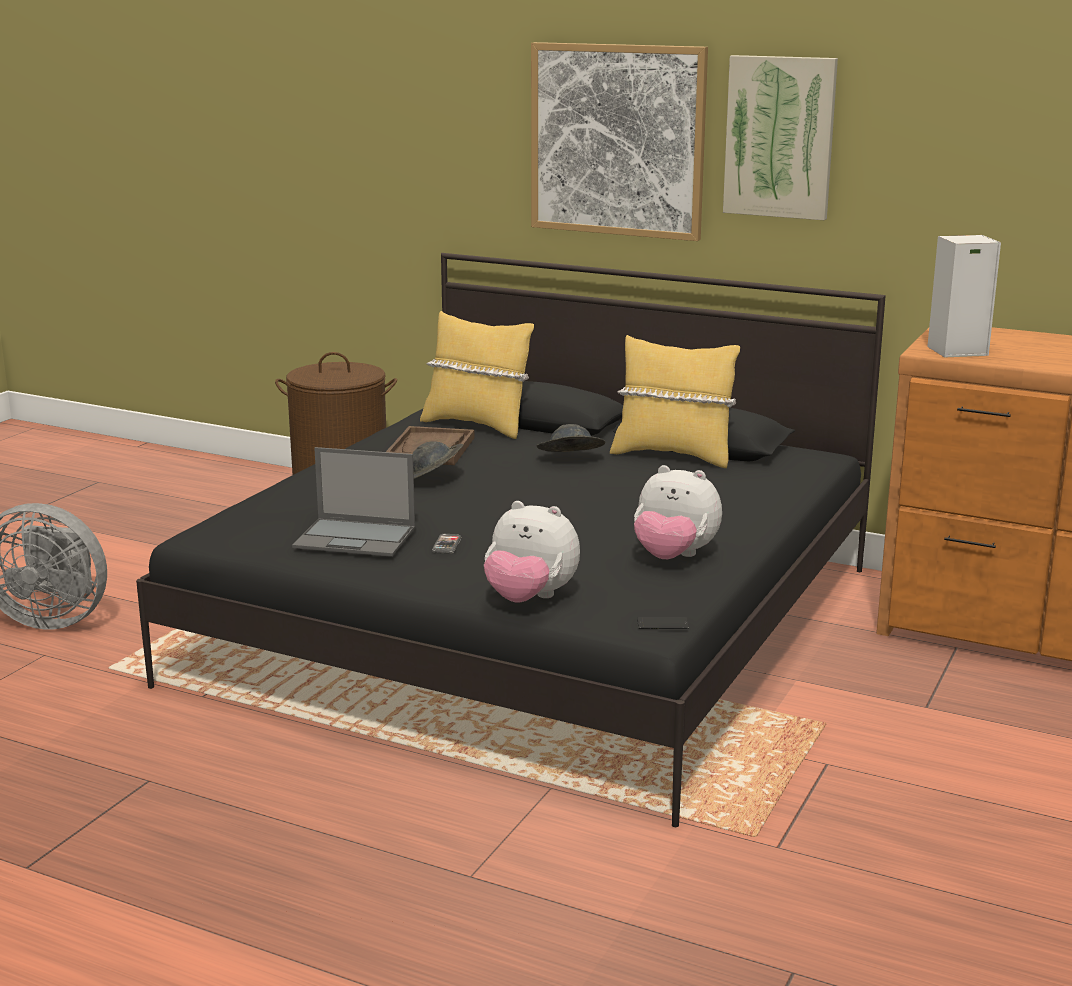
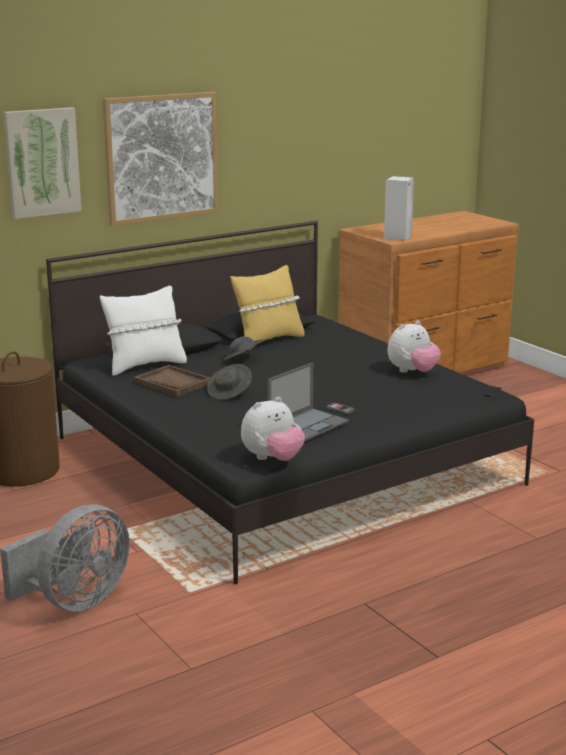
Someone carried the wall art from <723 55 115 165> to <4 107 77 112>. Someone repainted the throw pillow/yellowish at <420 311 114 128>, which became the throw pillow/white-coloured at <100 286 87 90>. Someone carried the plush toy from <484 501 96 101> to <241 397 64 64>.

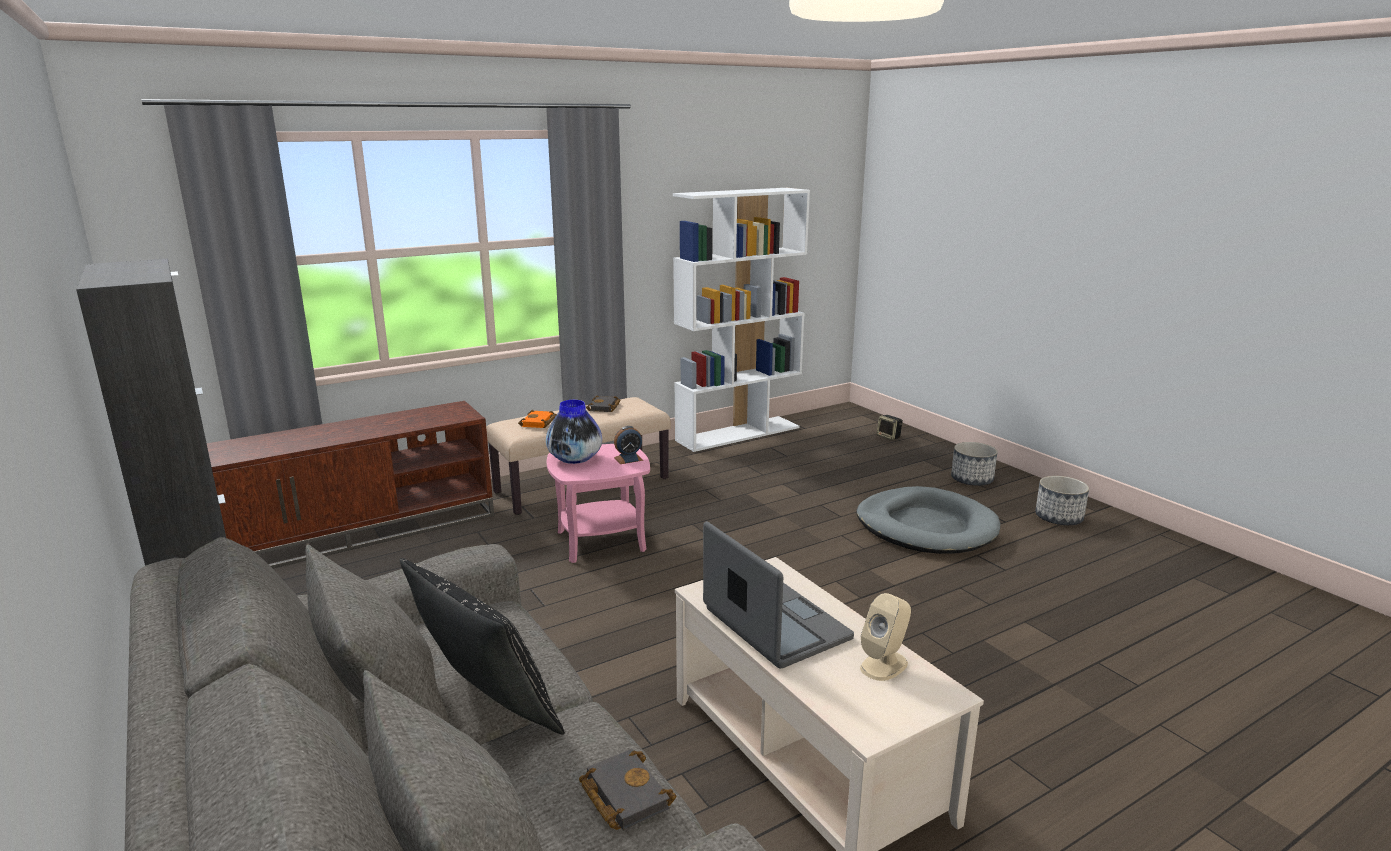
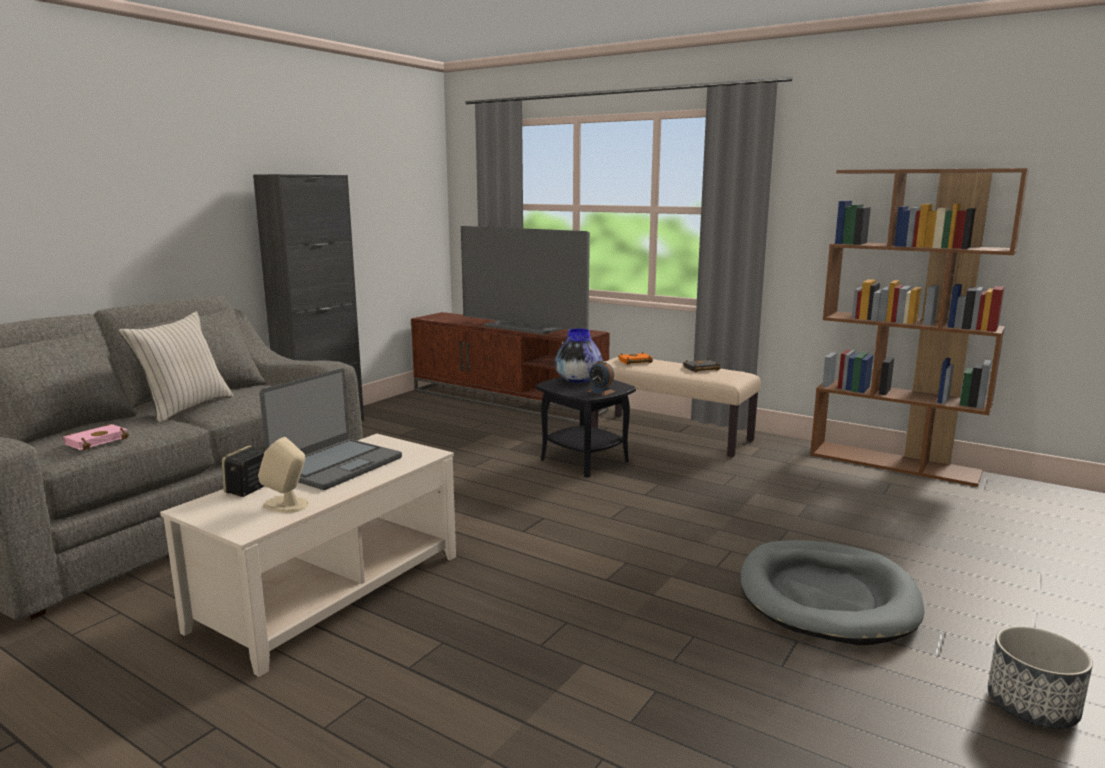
Someone repainted the book/black at <579 749 97 81>, which became the book/pink at <63 423 66 27>. Someone repainted the throw pillow/black at <400 558 165 177>, which became the throw pillow/sand-coloured at <118 311 115 112>. Someone carried the loudspeaker from <877 415 26 25> to <222 445 43 52>. Someone put down the TV set at <461 226 129 108>. Someone repainted the accent table/pink at <547 444 103 119>, which became the accent table/black at <536 377 100 101>. Someone repainted the shelving unit/white-coloured at <673 188 137 264>, which became the shelving unit/brownish at <810 168 219 319>. Someone took away the plant pot at <951 442 47 44>.

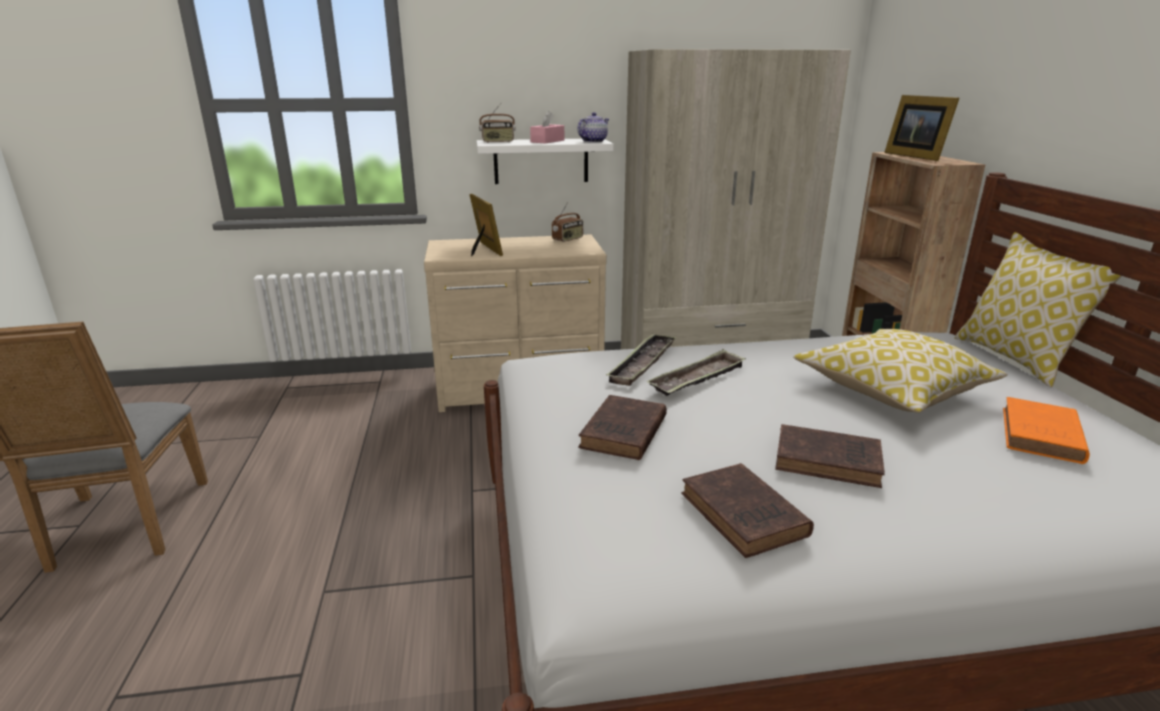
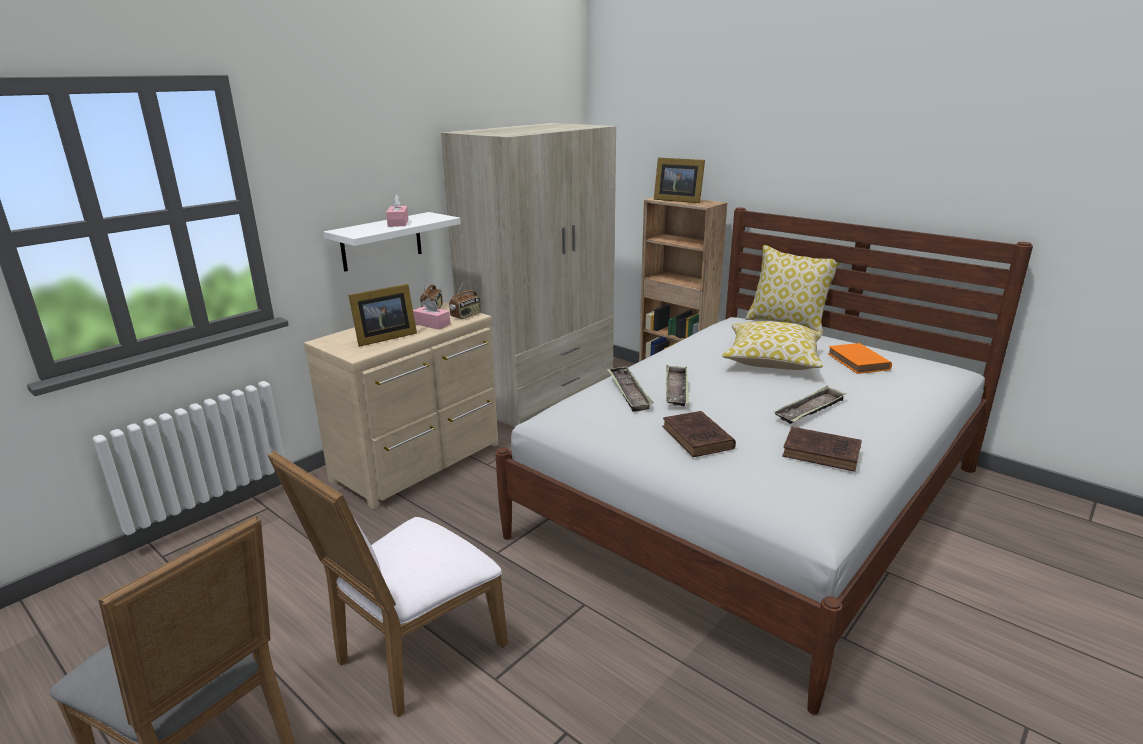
Someone put down the chair/white-coloured at <267 451 241 267>. Someone rotated the photo frame at <469 194 34 62> by 120 degrees clockwise. Someone put down the box of tissues/pink at <413 298 37 31>. Someone carried the radio from <479 102 37 41> to <449 281 32 38>. Someone swapped the book/brownish at <775 424 110 64> for the tray at <773 386 74 38>. Someone took away the tea pot at <577 112 32 31>.

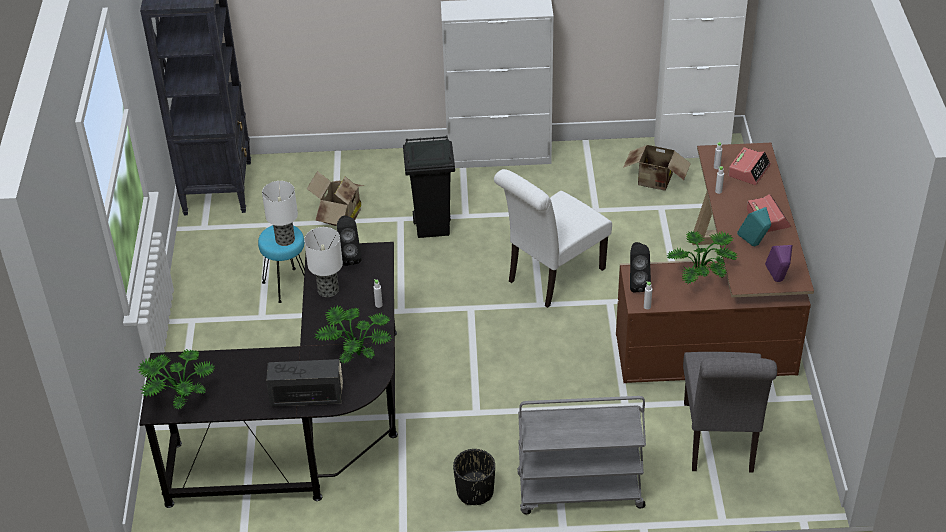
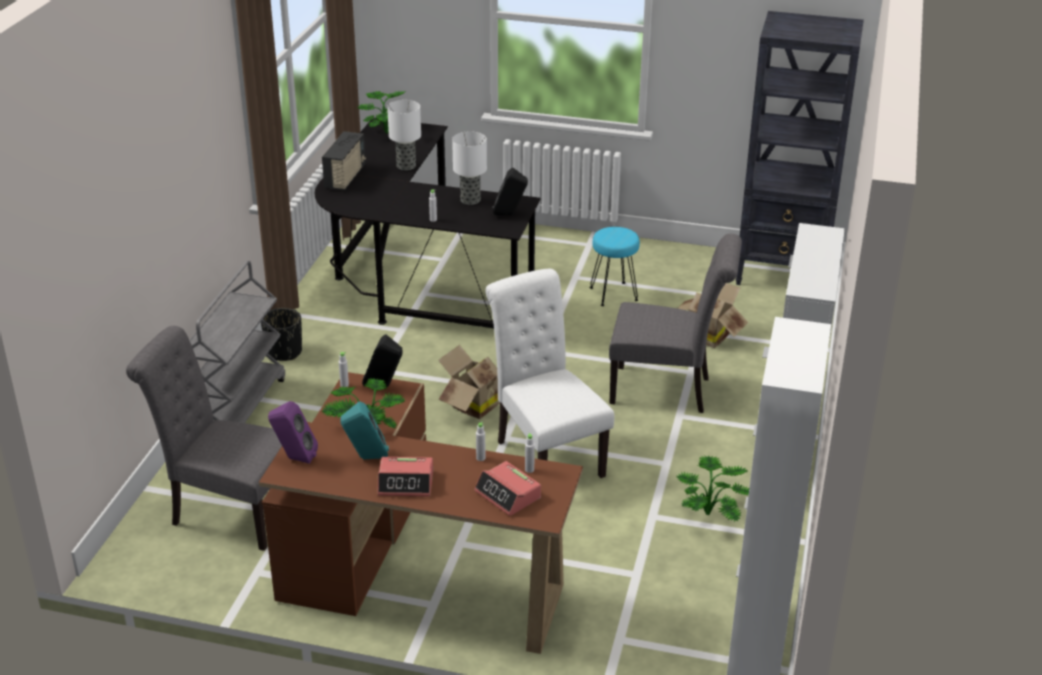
Someone carried the table lamp from <262 181 36 65> to <387 100 34 70>. Someone carried the carton from <623 144 68 47> to <438 345 62 74>. Someone swapped the rubbish bin/black at <403 136 52 102> for the chair/greyish at <609 234 133 179>. Someone carried the plant in a pot from <314 306 78 58> to <677 456 72 66>.

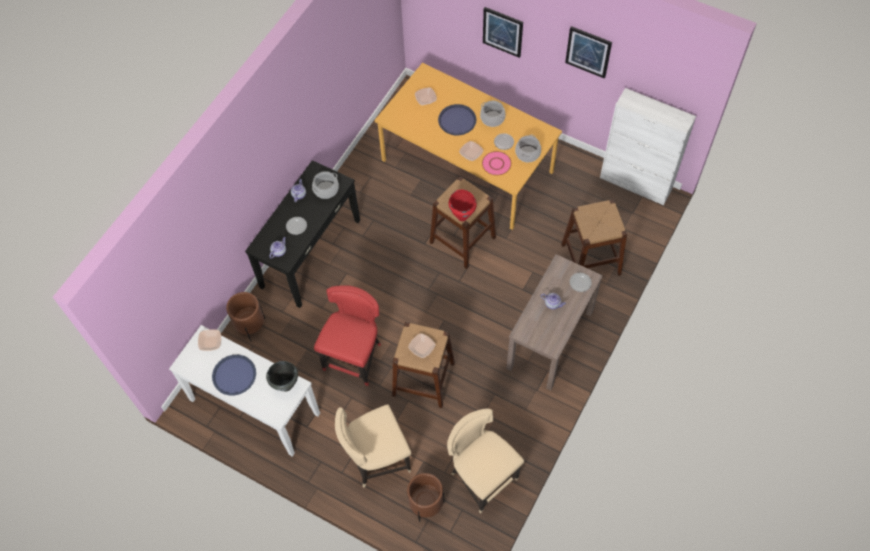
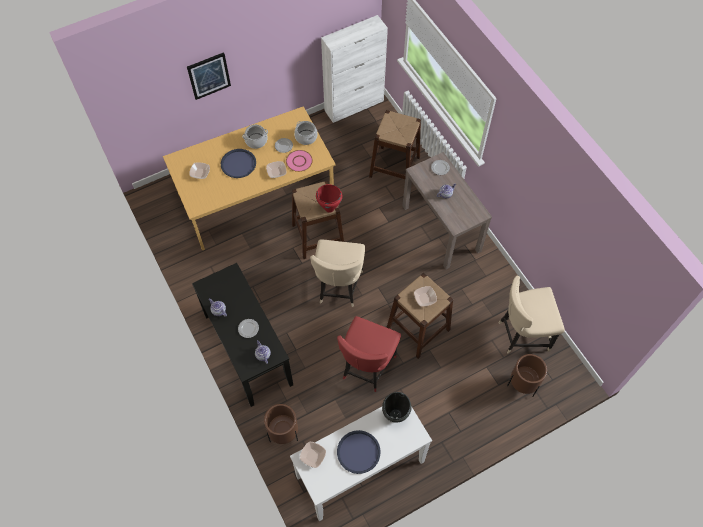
Someone carried the chair/sand-coloured from <335 404 76 84> to <310 239 55 68>. Someone rotated the chair/red-coloured at <314 285 67 101> by 120 degrees counterclockwise. Someone took away the cooking pot at <312 171 27 28>. Someone took away the wall art at <565 26 47 53>.

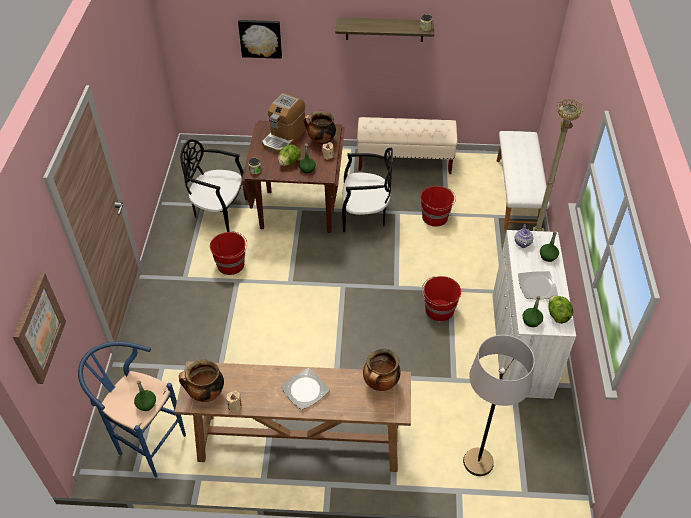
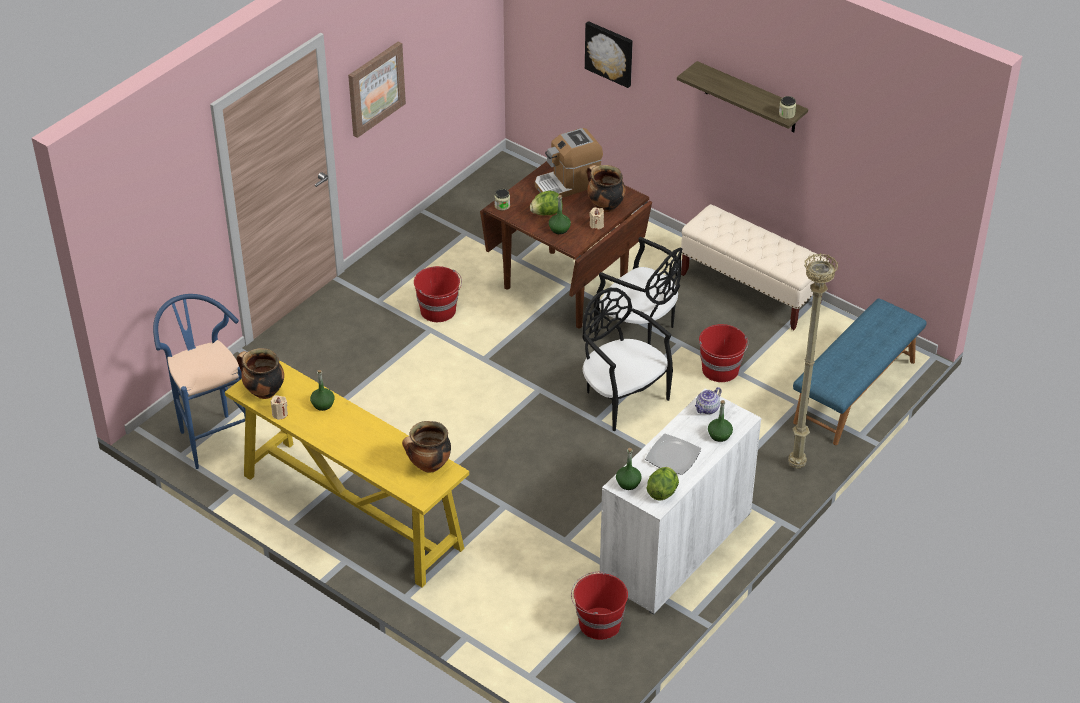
Someone repainted the hall table/brownish at <175 361 236 111>, which became the hall table/yellowish at <225 360 244 227>. Someone carried the drink bottle/greenish from <134 381 22 30> to <310 370 25 41>. Someone carried the wall art from <13 273 53 111> to <348 42 58 96>. Someone carried the pail/red-coloured from <422 276 39 45> to <571 572 57 68>. Someone carried the chair/black from <180 139 67 93> to <582 288 91 143>. Someone repainted the long seat/white-coloured at <497 131 53 99>, which became the long seat/blue-coloured at <793 298 134 147>. Someone took away the dinner plate at <281 368 49 42>. Someone took away the floor lamp/greyish at <463 335 72 141>.

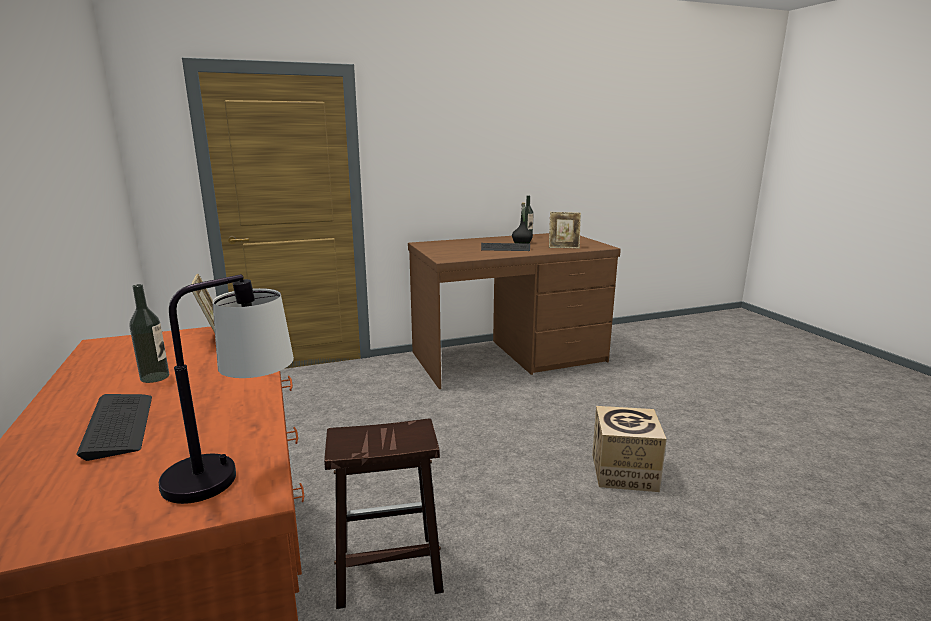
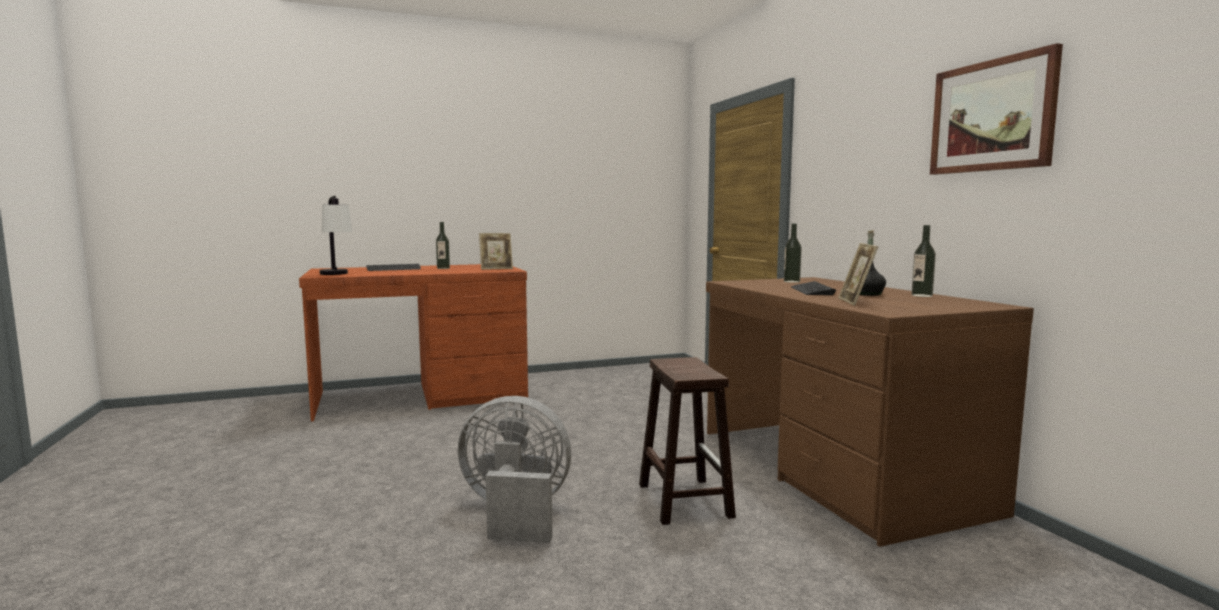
Someone swapped the carton at <592 406 75 86> for the electric fan/greyish at <458 396 113 147>. Someone carried the sitting stool/brownish from <324 419 120 190> to <639 357 97 168>. Someone put down the drink bottle at <784 223 18 60>. Someone put up the wall art at <930 43 133 132>.

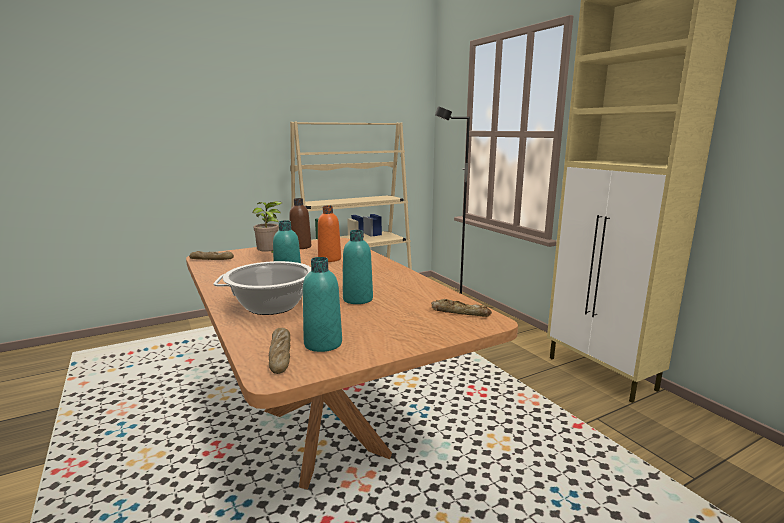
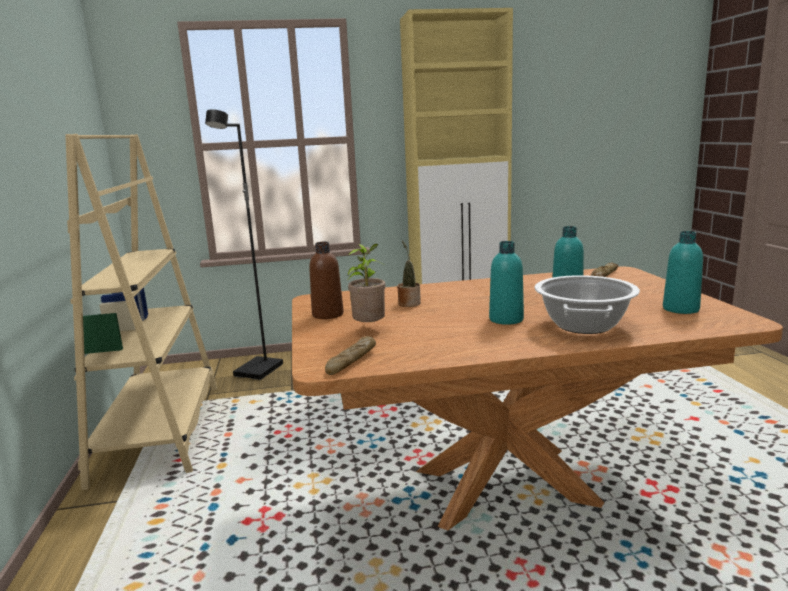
Someone swapped the drink bottle/orange-coloured at <318 206 23 56> for the plant in a pot at <397 240 24 67>. Someone took away the baked bread at <269 328 21 46>.

